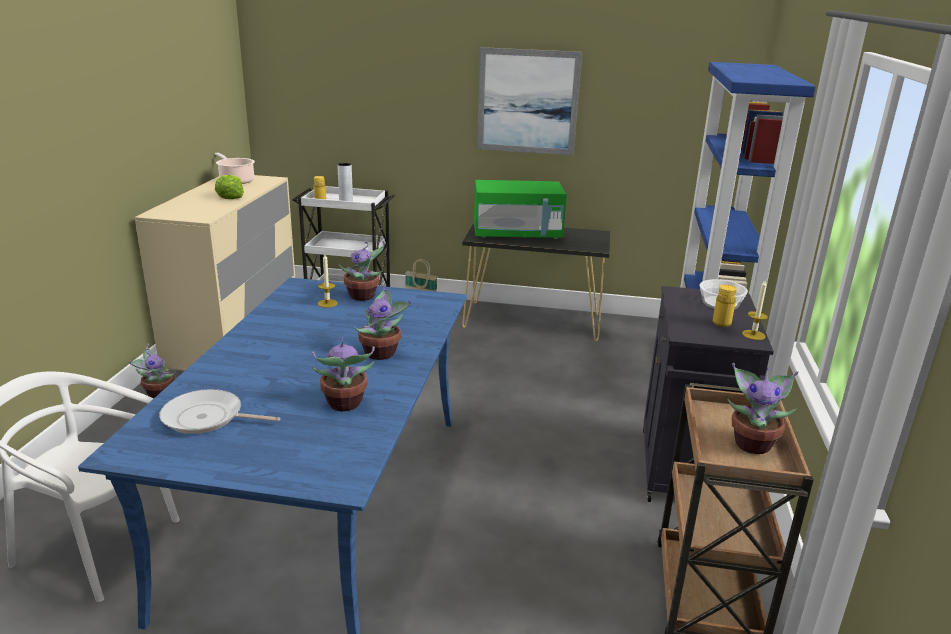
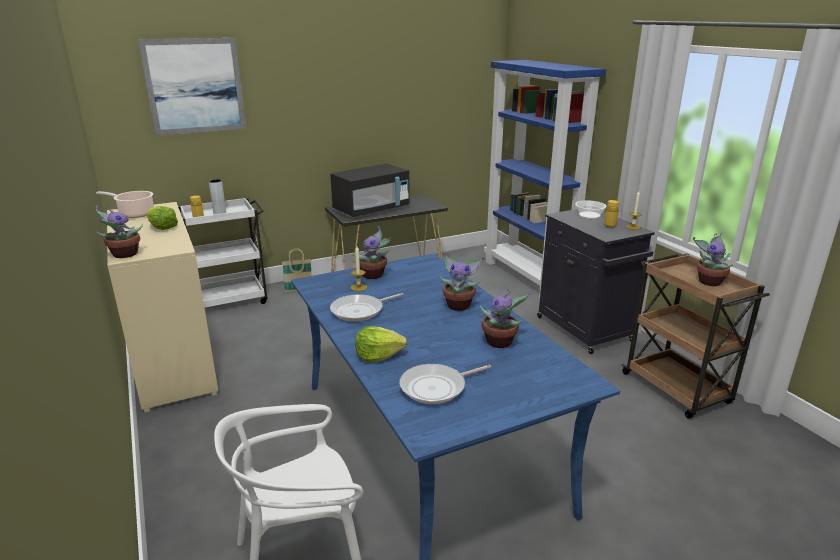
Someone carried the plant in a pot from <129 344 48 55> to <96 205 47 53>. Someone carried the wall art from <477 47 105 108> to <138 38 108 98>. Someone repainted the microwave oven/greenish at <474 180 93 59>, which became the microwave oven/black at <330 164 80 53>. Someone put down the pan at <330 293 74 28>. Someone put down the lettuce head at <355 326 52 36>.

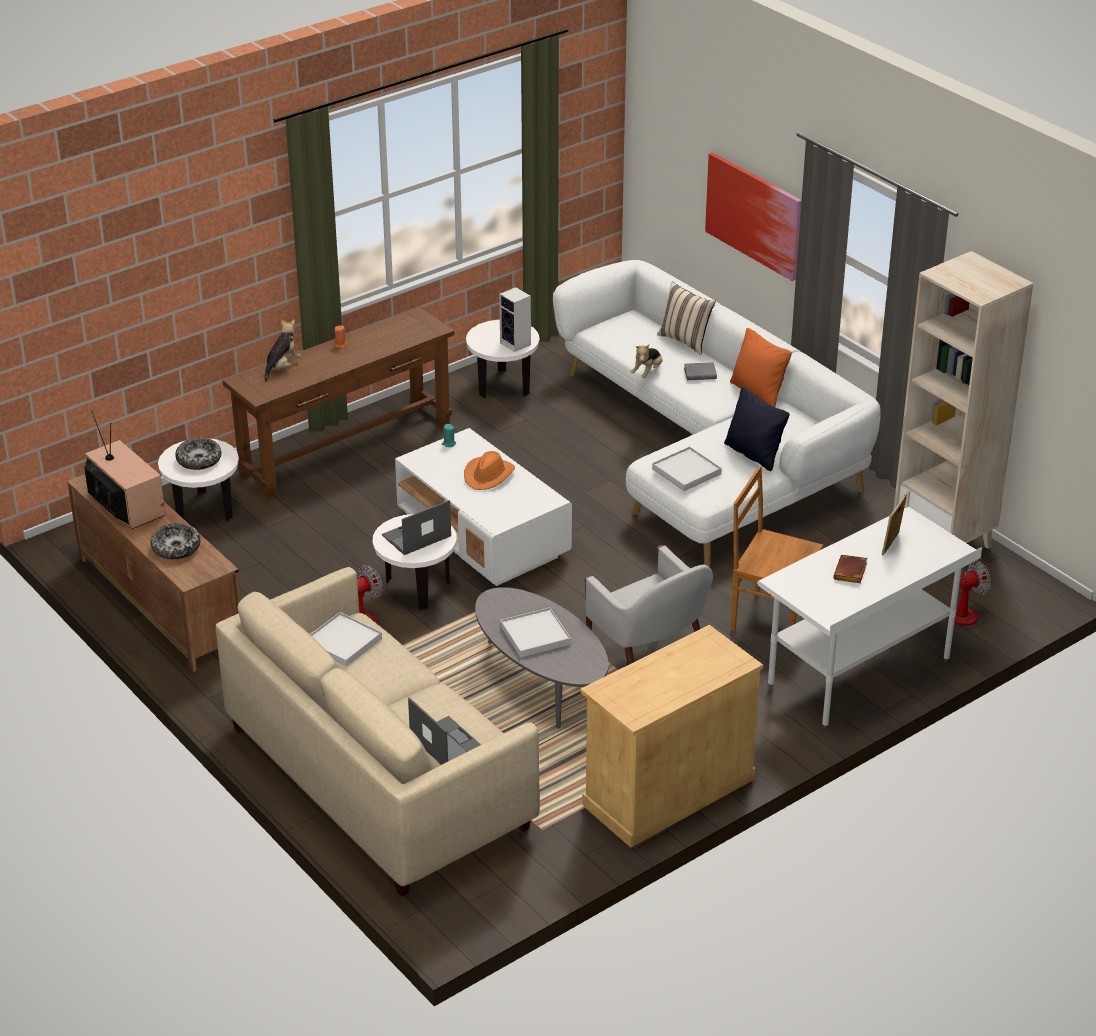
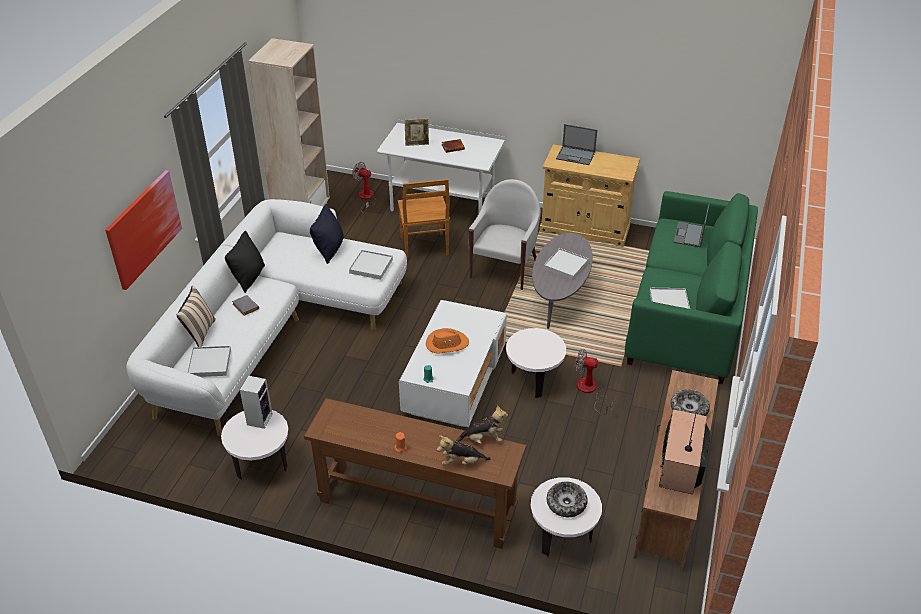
Someone put down the tray/white-coloured at <187 346 44 31>. Someone repainted the throw pillow/orange-coloured at <730 328 62 79>, which became the throw pillow/black at <225 231 40 62>. Someone carried the plush toy from <630 345 33 33> to <456 405 52 39>. Someone carried the laptop from <382 500 69 55> to <556 124 41 41>. Someone repainted the settee/sand-coloured at <216 567 324 329>, which became the settee/greenish at <625 191 133 193>.

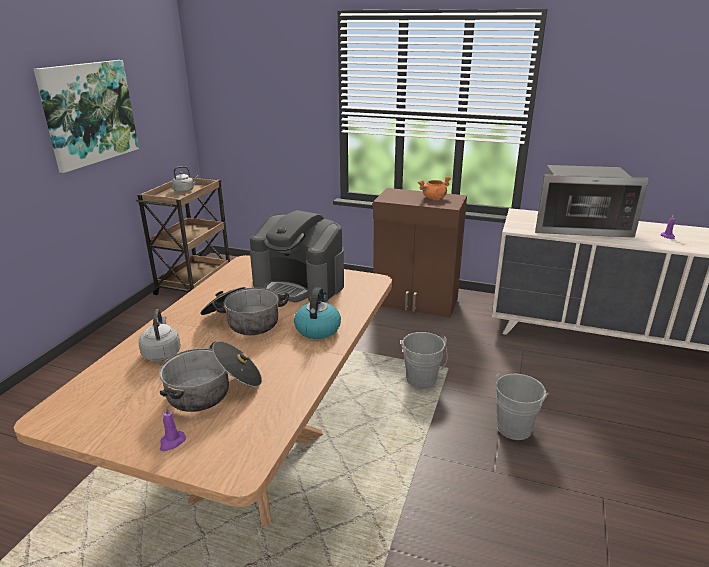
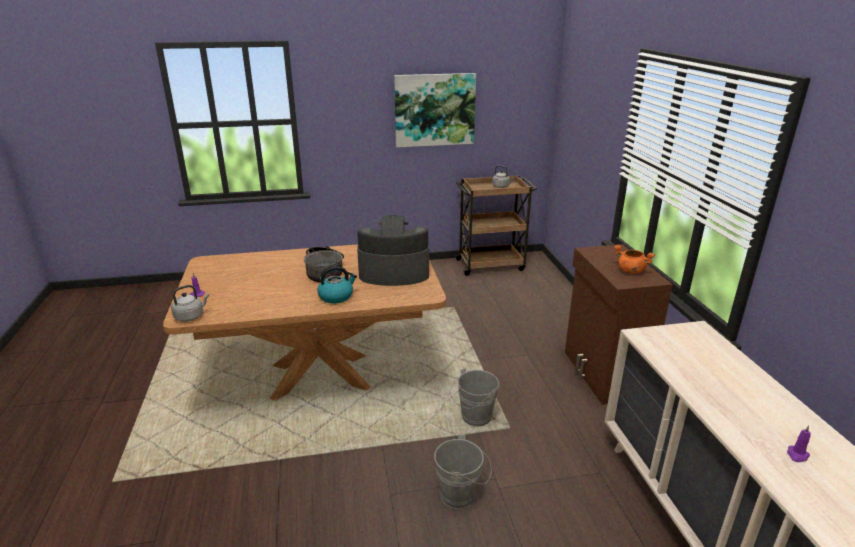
Someone carried the water kettle/greyish from <138 309 43 52> to <171 285 38 37>. Someone rotated the coffee machine at <250 210 94 92> by 90 degrees clockwise. Someone took away the cooking pot at <159 341 103 71>. Someone took away the microwave oven at <535 165 114 73>.

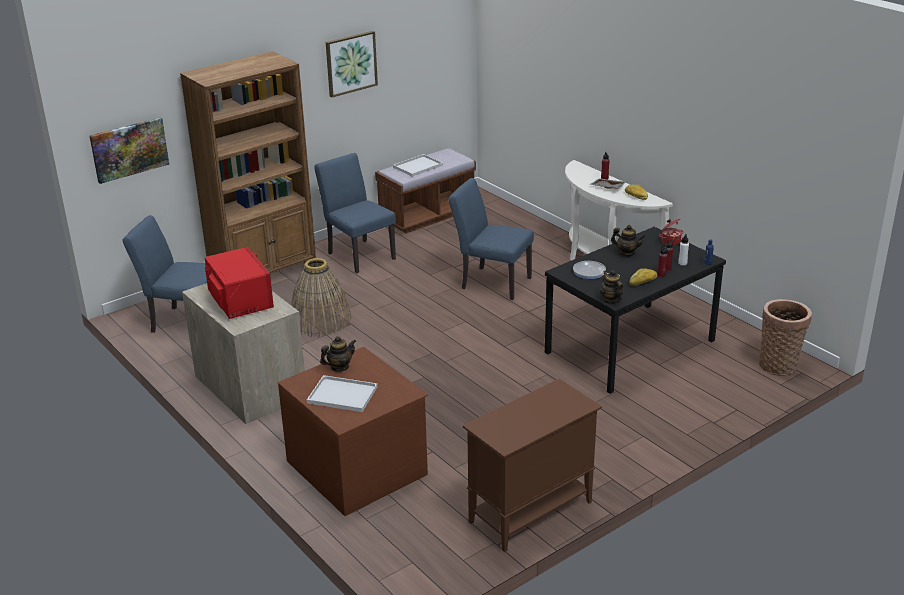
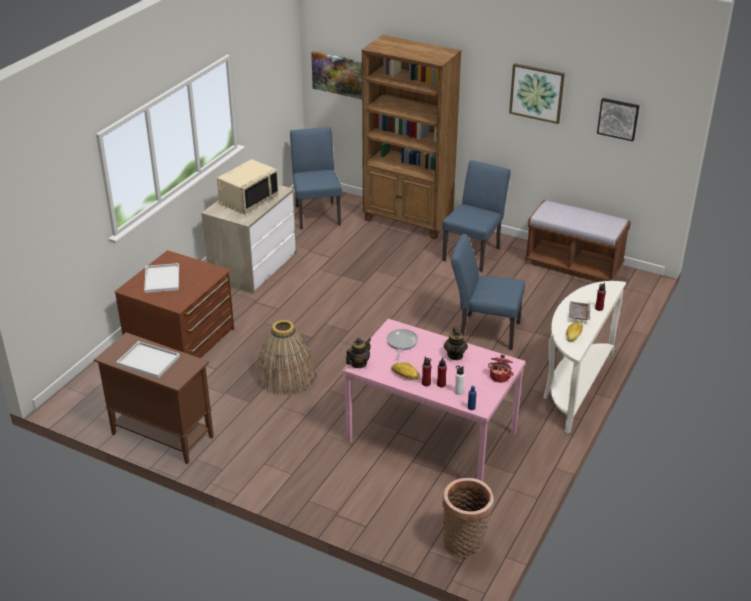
Someone carried the tray/white-coloured from <393 154 50 23> to <116 341 64 37>. Someone repainted the microwave oven/red-coloured at <205 247 69 72>, which became the microwave oven/sand-coloured at <217 159 62 55>. Someone carried the household basket from <291 258 61 78> to <256 320 60 76>. Someone repainted the kitchen table/black at <545 227 181 167>, which became the kitchen table/pink at <343 319 183 162>. Someone rotated the chair/blue-coloured at <448 178 86 122> by 75 degrees counterclockwise. Someone put up the wall art at <597 98 43 43>. Someone took away the tea pot at <320 336 36 36>.

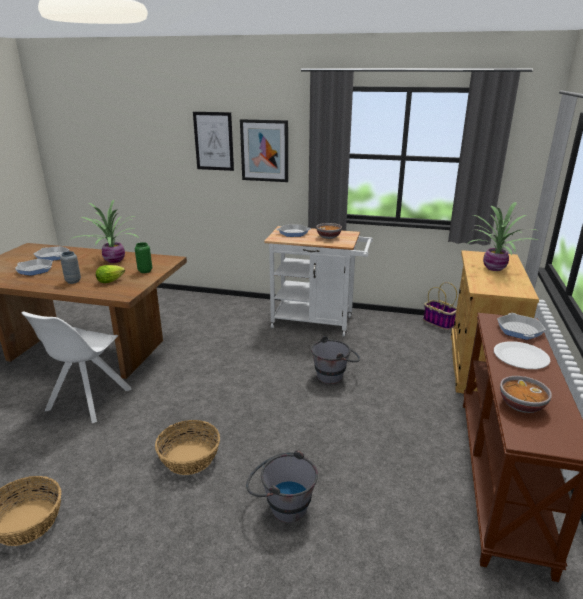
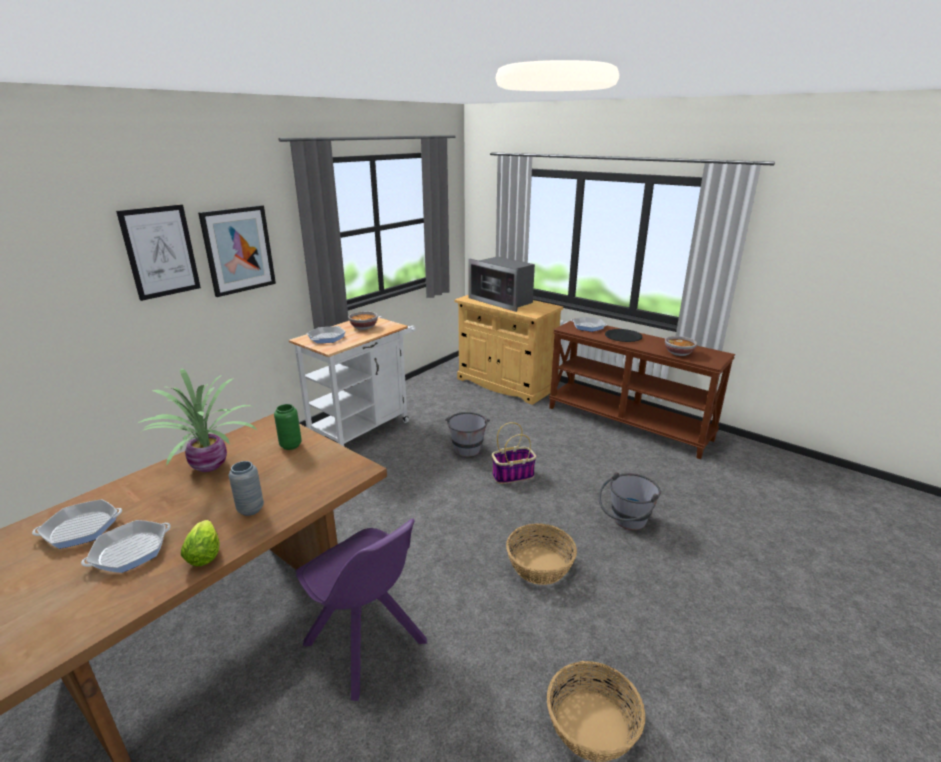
Someone carried the lettuce head from <96 265 29 18> to <181 520 39 46>. Someone repainted the chair/white-coloured at <22 311 109 112>, which became the chair/purple-coloured at <296 518 131 183>. Someone swapped the plant in a pot at <469 202 69 69> for the microwave oven at <469 256 66 56>. Someone carried the household basket from <423 282 34 48> to <492 422 44 62>. Someone repainted the dinner plate/white-coloured at <494 341 57 28>, which became the dinner plate/black at <605 329 38 13>.

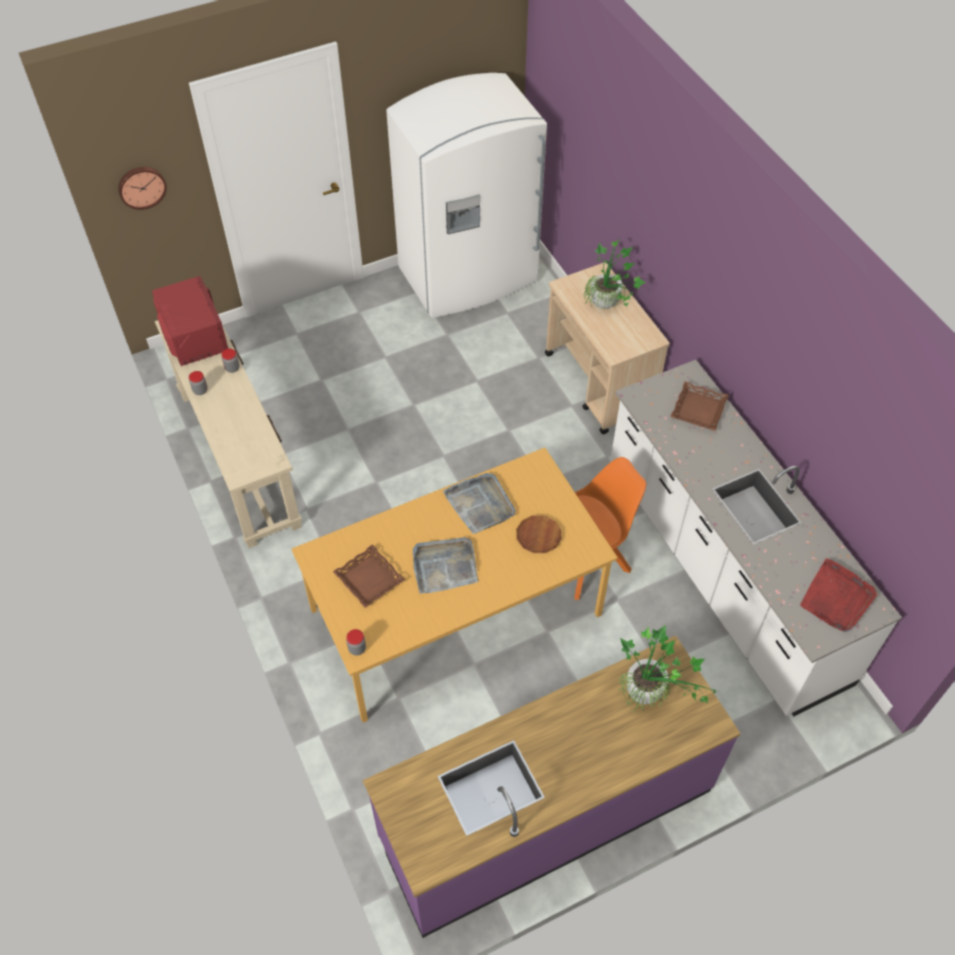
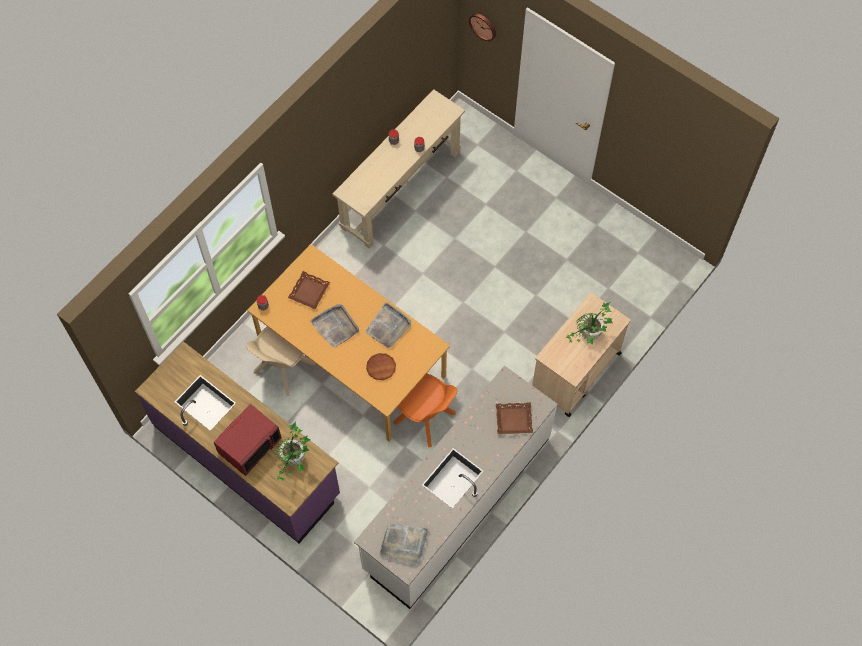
Someone carried the microwave oven/red-coloured from <152 276 76 90> to <214 404 68 72>. Someone put down the chair/sand-coloured at <246 327 69 69>. Someone repainted the tray/red-coloured at <800 558 77 74>, which became the tray/greyish at <380 524 49 41>. Someone took away the refrigerator/white-coloured at <386 73 161 245>.

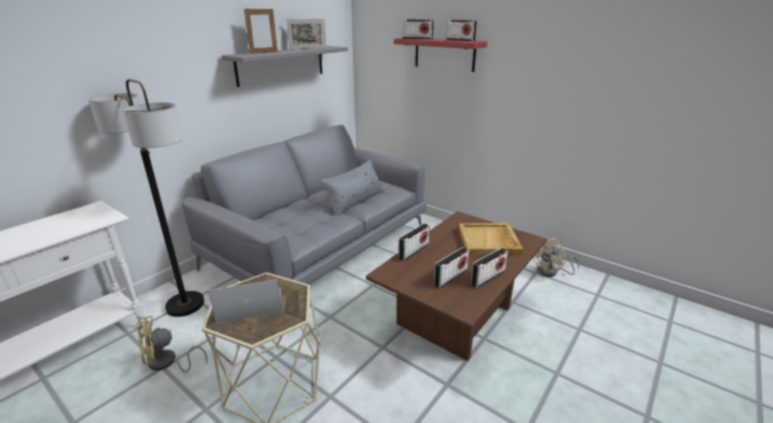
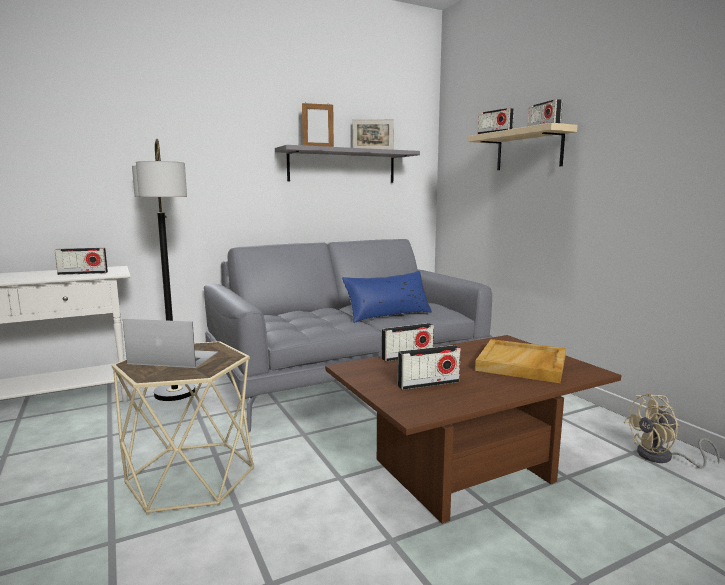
Someone carried the radio from <470 248 38 40> to <54 248 54 27>. Someone repainted the throw pillow/greyish at <321 160 64 56>, which became the throw pillow/blue-coloured at <342 271 90 52>. Someone repainted the bracket shelf/red-coloured at <394 38 93 34>, which became the bracket shelf/sand-coloured at <468 123 110 47>. Someone took away the electric fan/yellowish at <137 316 70 56>.

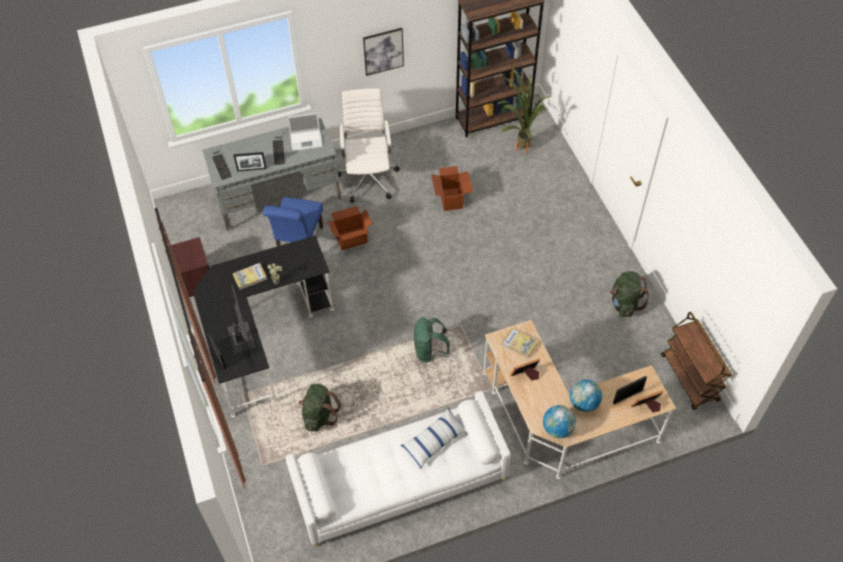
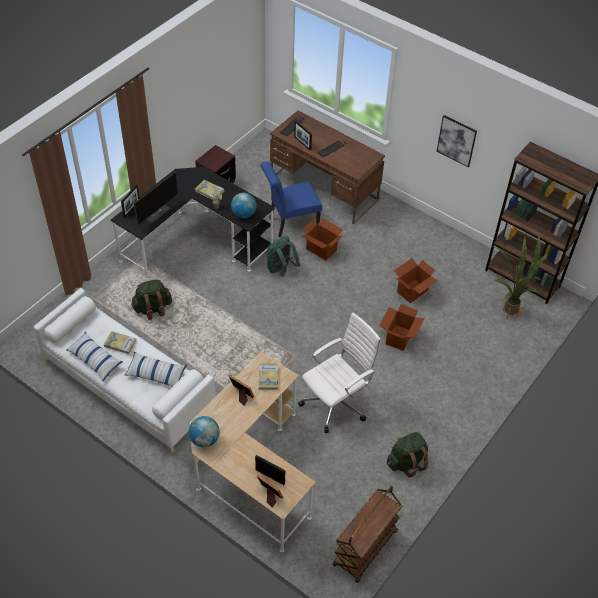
Someone put down the throw pillow at <67 332 56 49>. Someone put down the book at <103 331 34 23>. Someone carried the desk globe from <570 379 32 33> to <231 193 26 25>. Someone carried the backpack/greenish from <414 317 36 46> to <267 236 33 41>. Someone repainted the desk unit/greyish at <203 118 138 113>, which became the desk unit/brownish at <270 111 115 113>. Someone carried the office chair/white-coloured from <338 89 62 114> to <298 312 83 121>. Someone put down the carton at <379 304 45 47>. Someone took away the laptop at <287 112 36 39>.

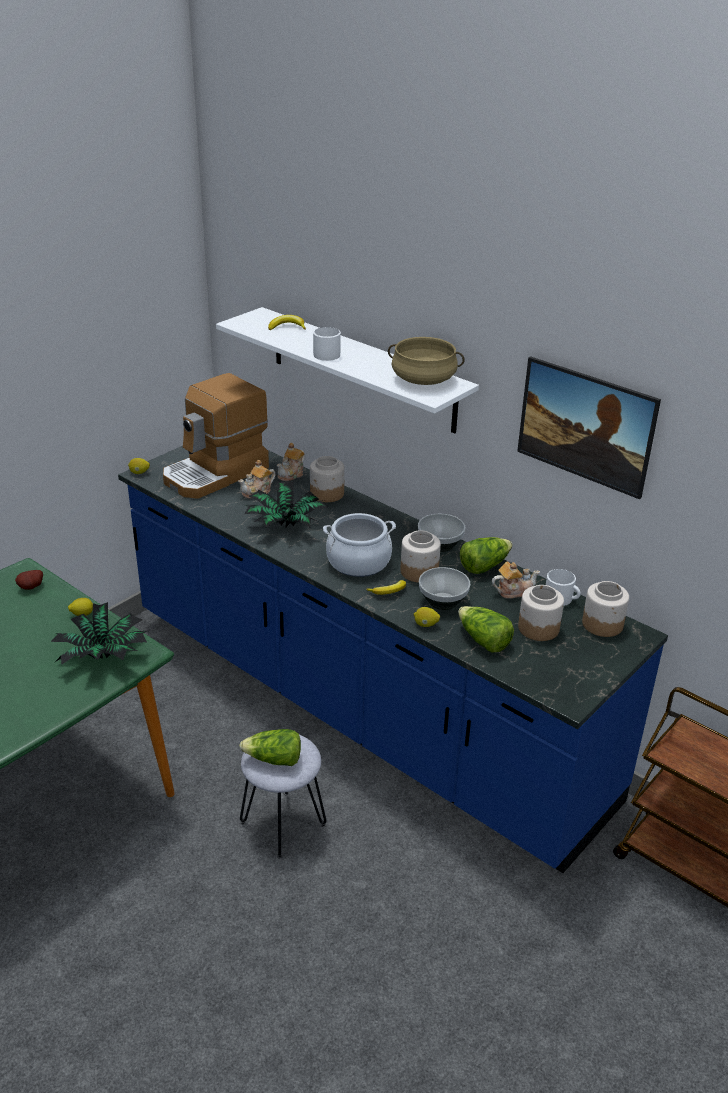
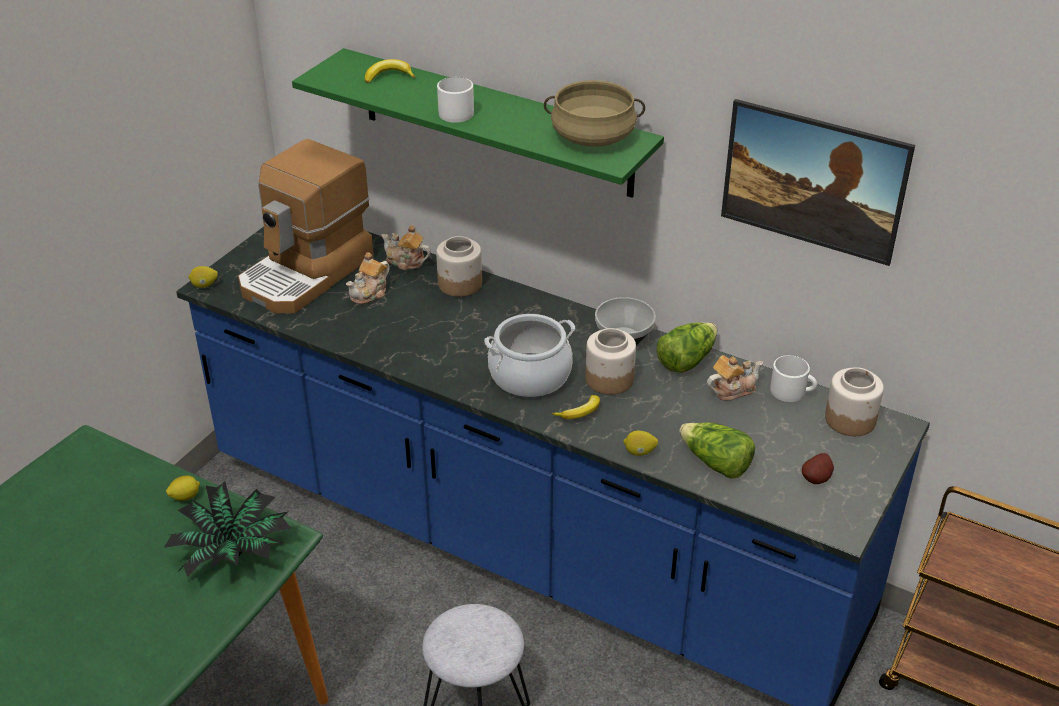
Someone repainted the bracket shelf/white-coloured at <216 307 263 126>, which became the bracket shelf/greenish at <292 48 372 150>. Someone rotated the tea pot at <277 443 28 38> by 90 degrees clockwise. Someone carried the whole potato from <15 570 28 20> to <802 453 32 31>. Someone took away the lettuce head at <239 729 62 37>. Someone took away the plant in a pot at <244 481 84 47>. Someone took away the bowl at <419 567 51 43>. Someone took away the jar at <518 585 46 56>.

